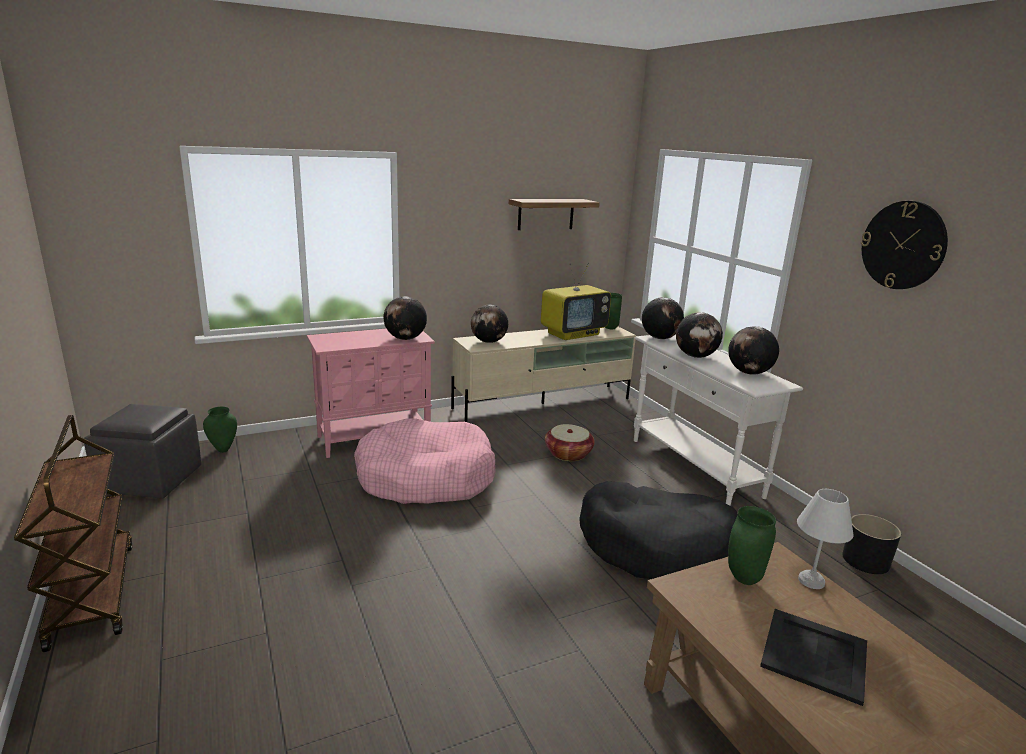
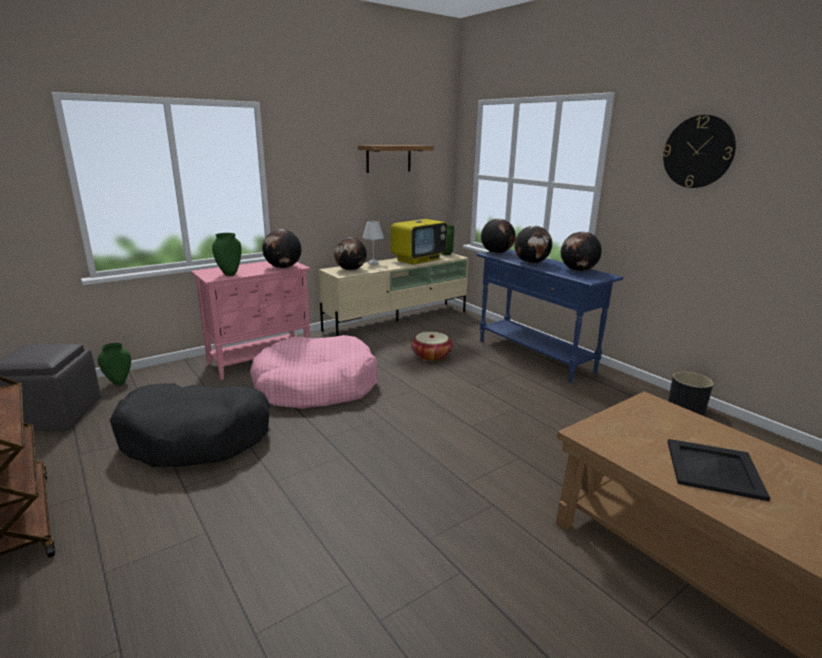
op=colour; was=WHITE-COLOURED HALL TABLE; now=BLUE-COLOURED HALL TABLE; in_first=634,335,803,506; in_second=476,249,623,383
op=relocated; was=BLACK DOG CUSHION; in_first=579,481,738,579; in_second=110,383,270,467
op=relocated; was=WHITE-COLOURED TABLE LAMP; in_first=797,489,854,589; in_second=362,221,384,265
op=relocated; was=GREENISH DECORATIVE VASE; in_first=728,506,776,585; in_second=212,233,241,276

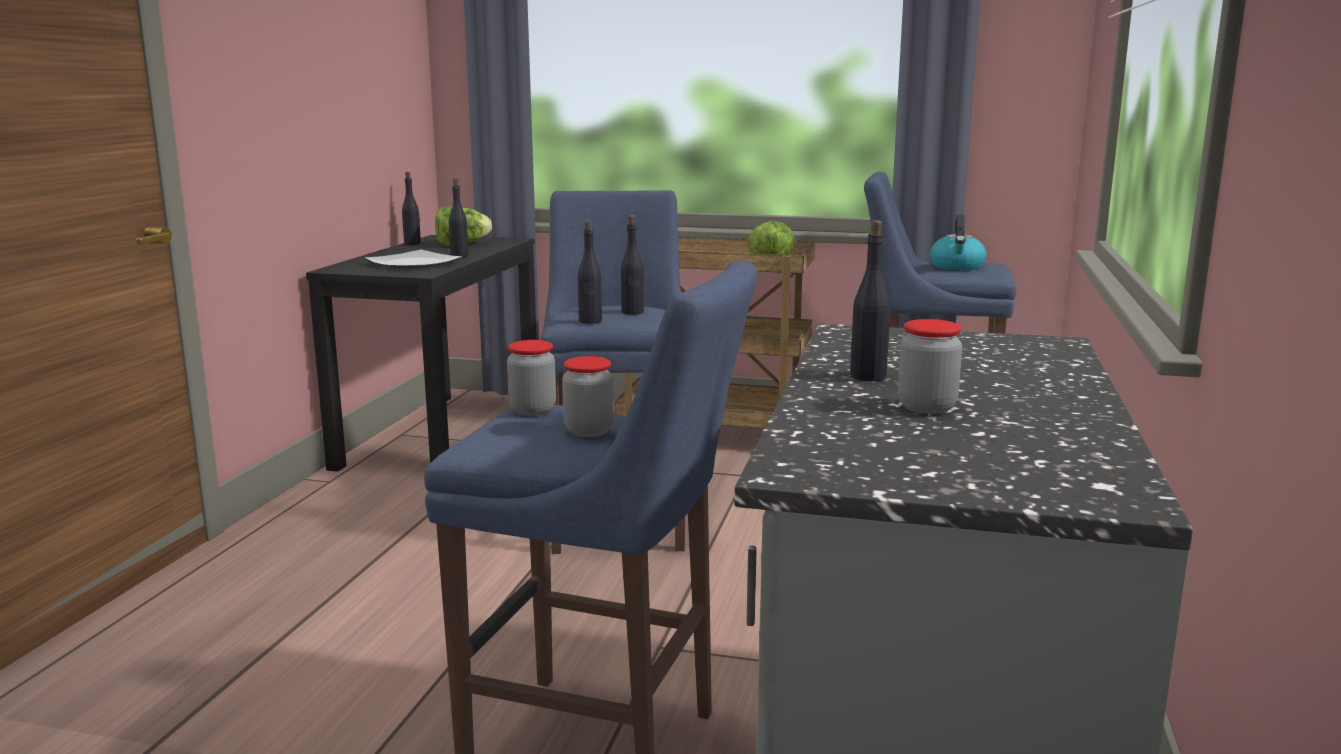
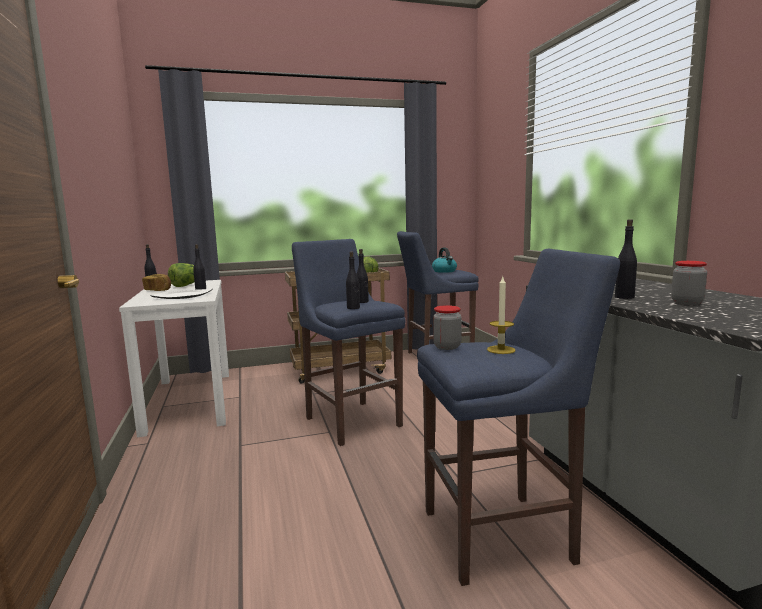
op=colour; was=BLACK HALL TABLE; now=WHITE-COLOURED HALL TABLE; in_first=306,235,537,472; in_second=119,280,229,437
op=exchanged; was=STORAGE JAR; now=CANDLE; in_first=562,356,614,437; in_second=487,277,515,354
op=appeared; now=BAKERY BREAD; in_second=142,274,171,291

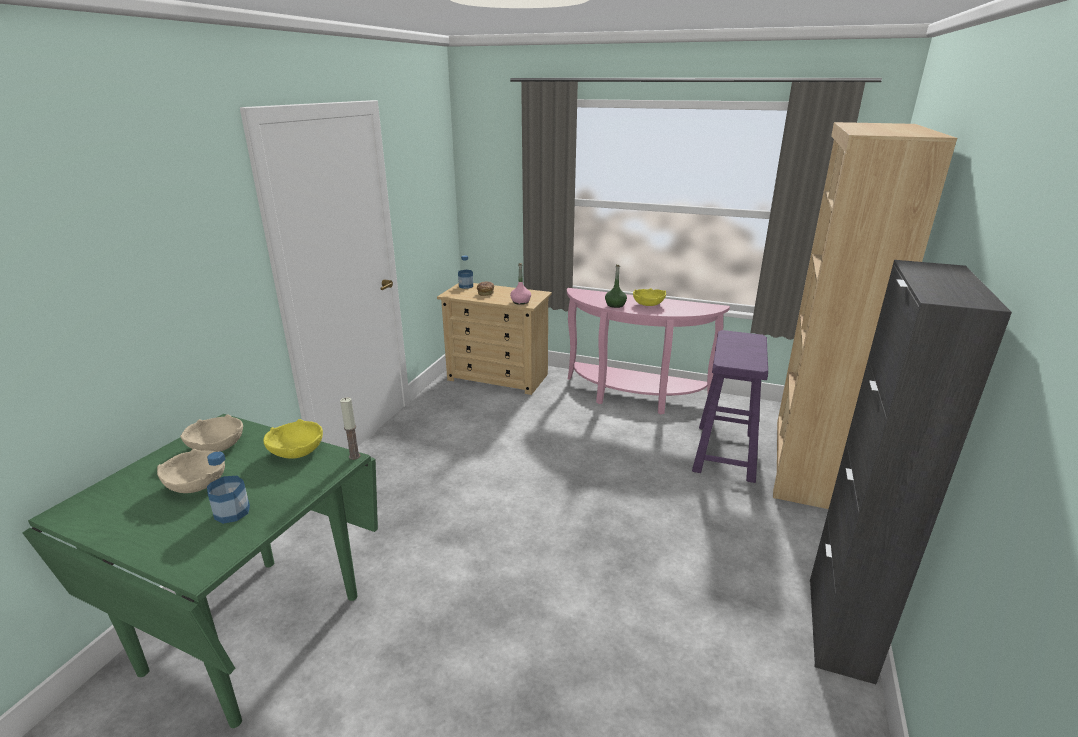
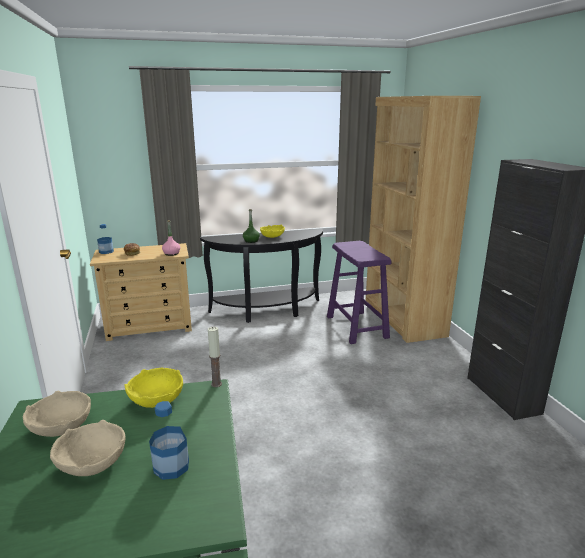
op=colour; was=PINK HALL TABLE; now=BLACK HALL TABLE; in_first=567,288,730,415; in_second=200,229,323,323

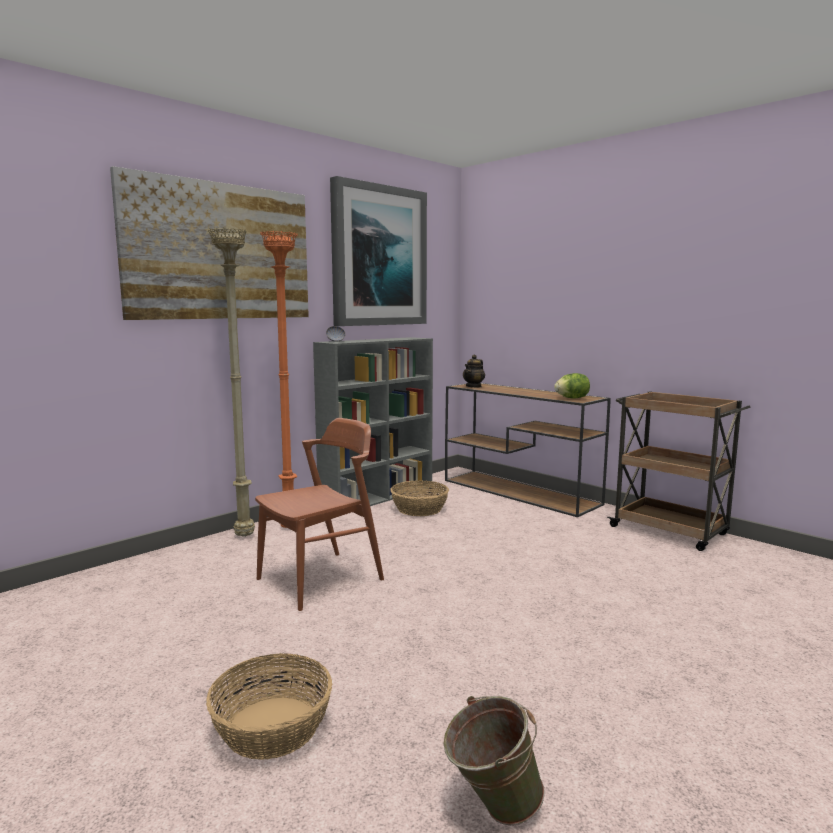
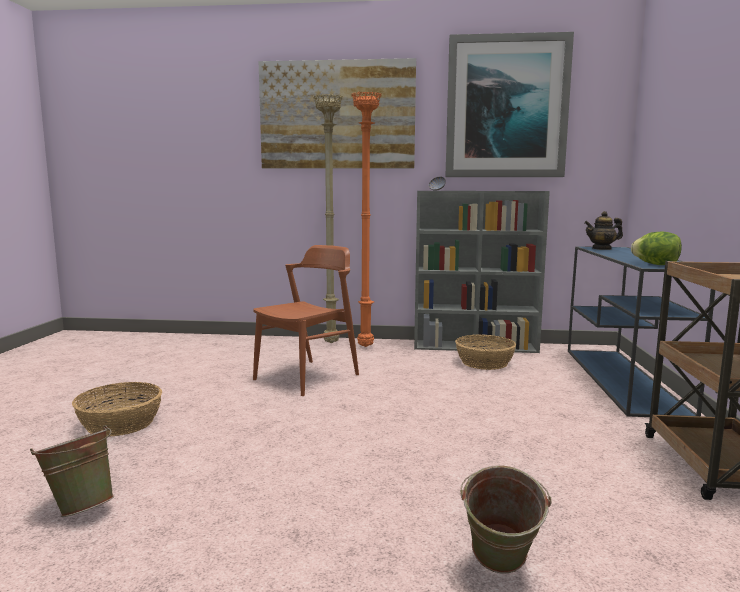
op=colour; was=BROWN HALL TABLE; now=BLUE-COLOURED HALL TABLE; in_first=445,383,611,517; in_second=568,246,715,417
op=spun; was=BROWN UPRIGHT CHAIR; in_first=255,418,384,611; in_second=253,245,359,396; clockwise=-60
op=appeared; now=GREENISH PAIL; in_second=460,465,552,574

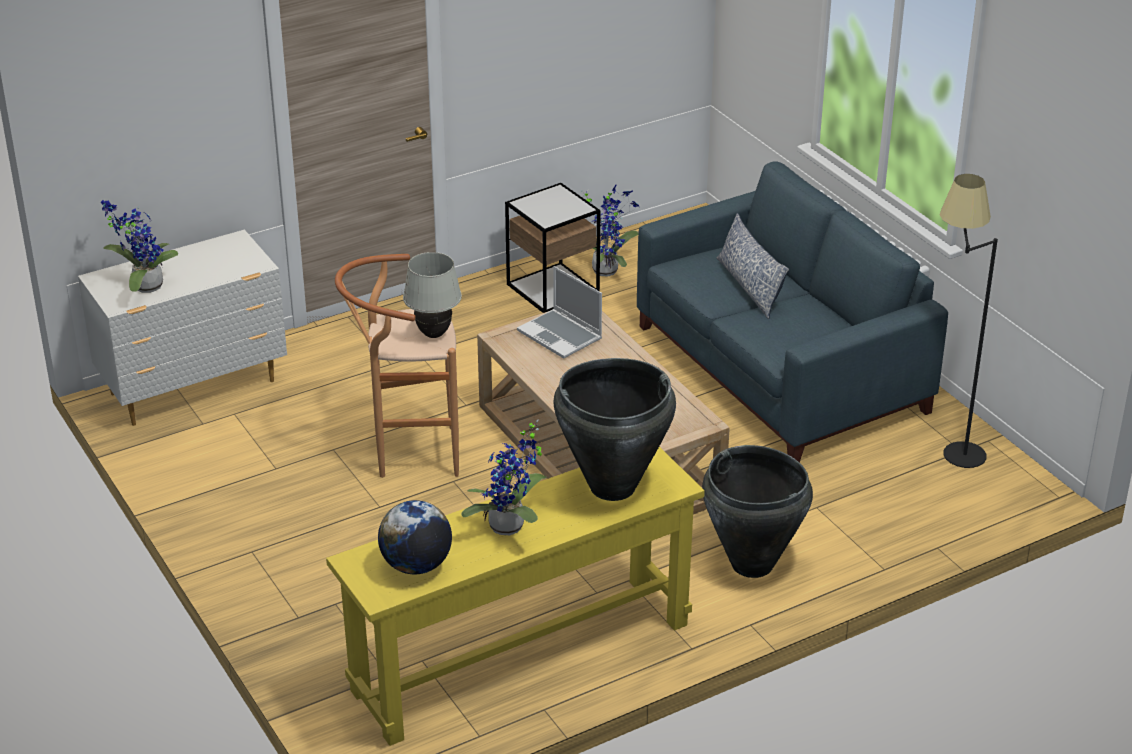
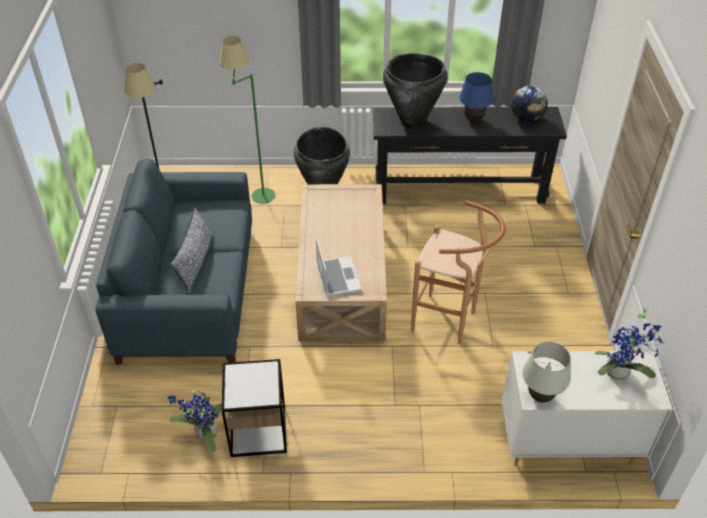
op=relocated; was=WHITE-COLOURED TABLE LAMP; in_first=403,252,462,338; in_second=522,342,571,403
op=exchanged; was=POTTED PLANT; now=BLUE-COLOURED TABLE LAMP; in_first=462,420,547,535; in_second=459,72,494,122
op=colour; was=YELLOWISH HALL TABLE; now=BLACK HALL TABLE; in_first=326,447,705,746; in_second=373,107,567,204
op=appeared; now=GREENISH STANDARD LAMP; in_second=219,36,276,204

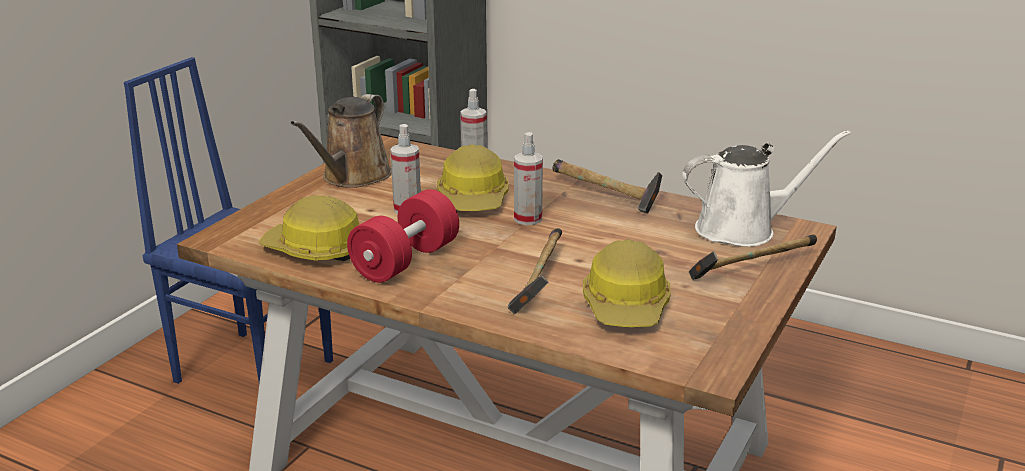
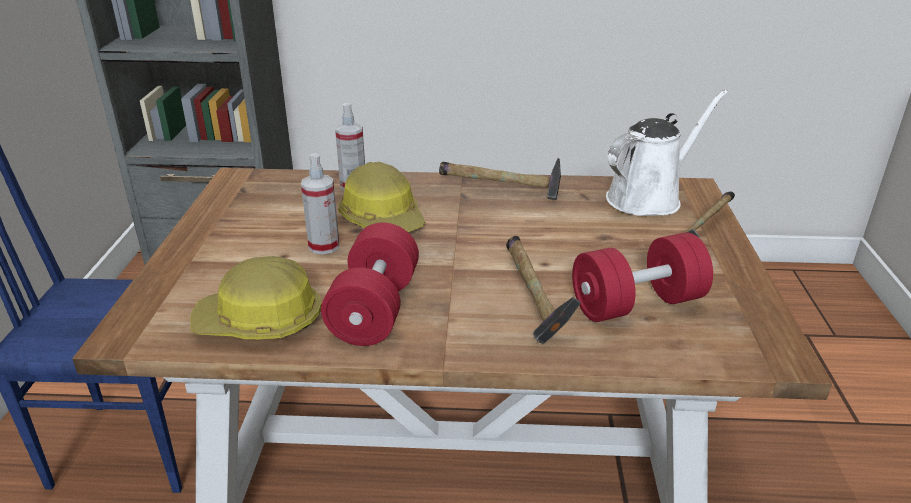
op=missing; was=BROWN WATERING CAN; in_first=291,94,392,188
op=missing; was=SPRAYER; in_first=514,132,543,225
op=exchanged; was=HARD HAT; now=RED HAND WEIGHT; in_first=583,239,671,327; in_second=572,232,713,322

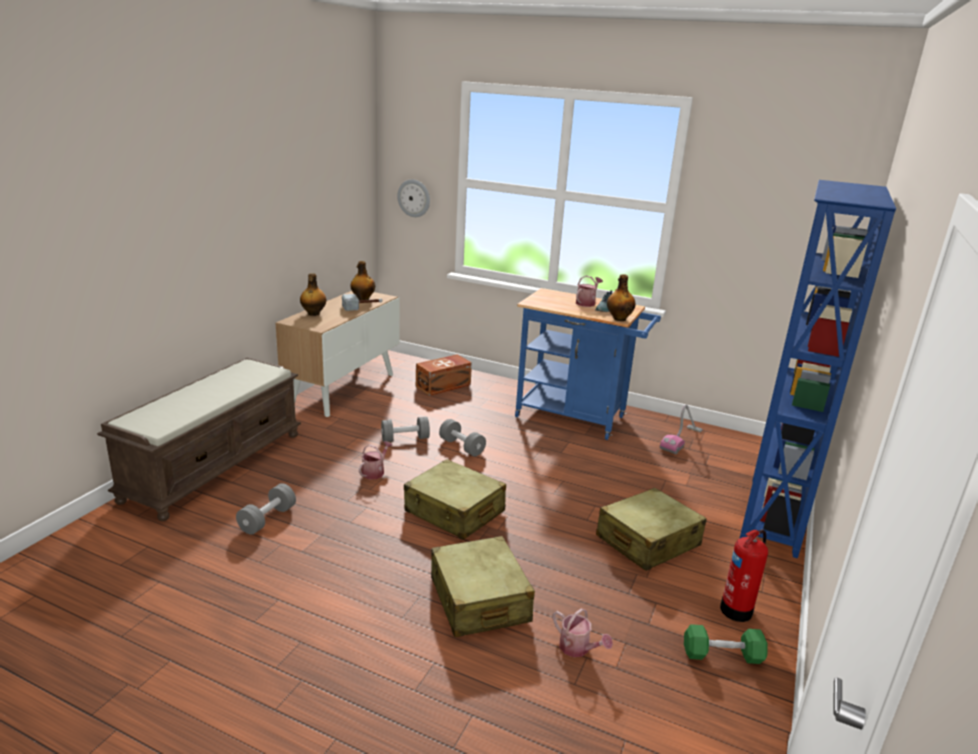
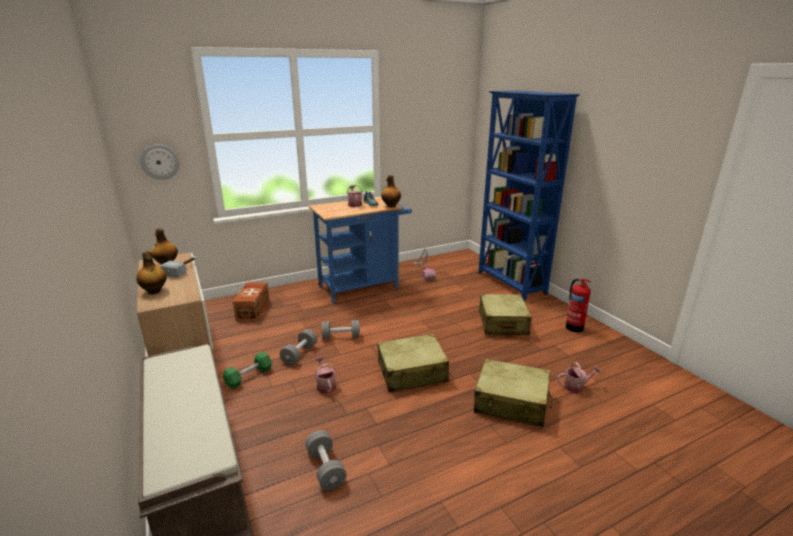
op=relocated; was=GREENISH HAND WEIGHT; in_first=684,624,768,664; in_second=223,351,272,389

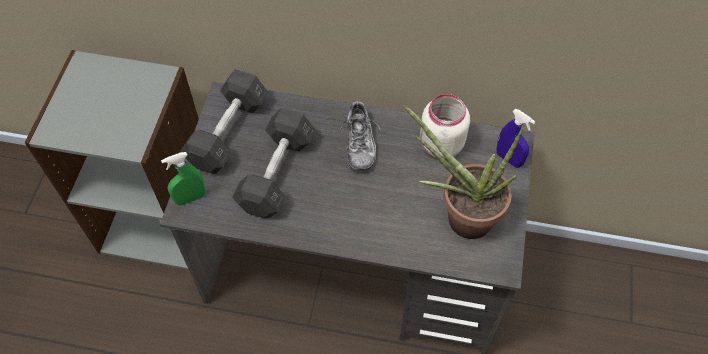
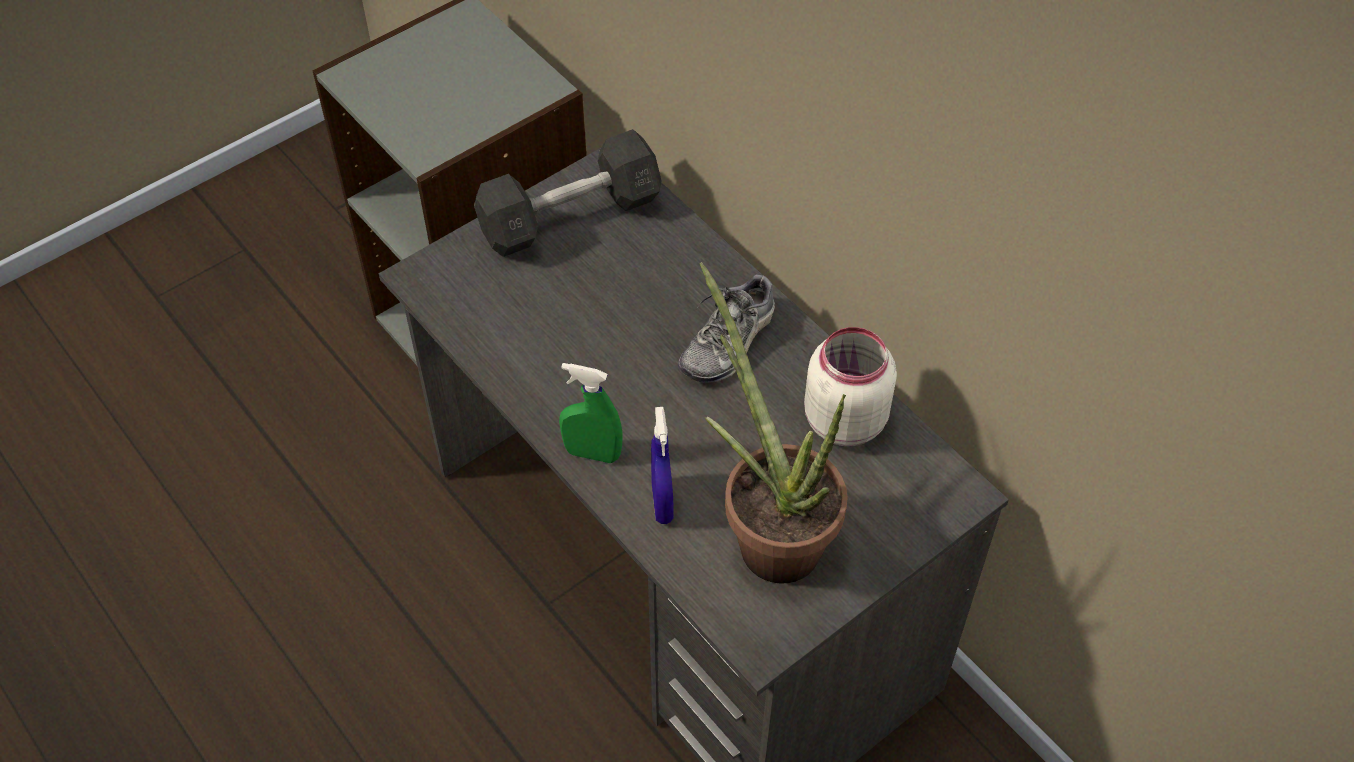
op=missing; was=GREYISH HAND WEIGHT; in_first=232,108,316,218
op=relocated; was=BLUE-COLOURED SPRAYER; in_first=497,109,535,168; in_second=651,407,674,524
op=relocated; was=GREENISH SPRAYER; in_first=161,152,205,206; in_second=559,363,622,463

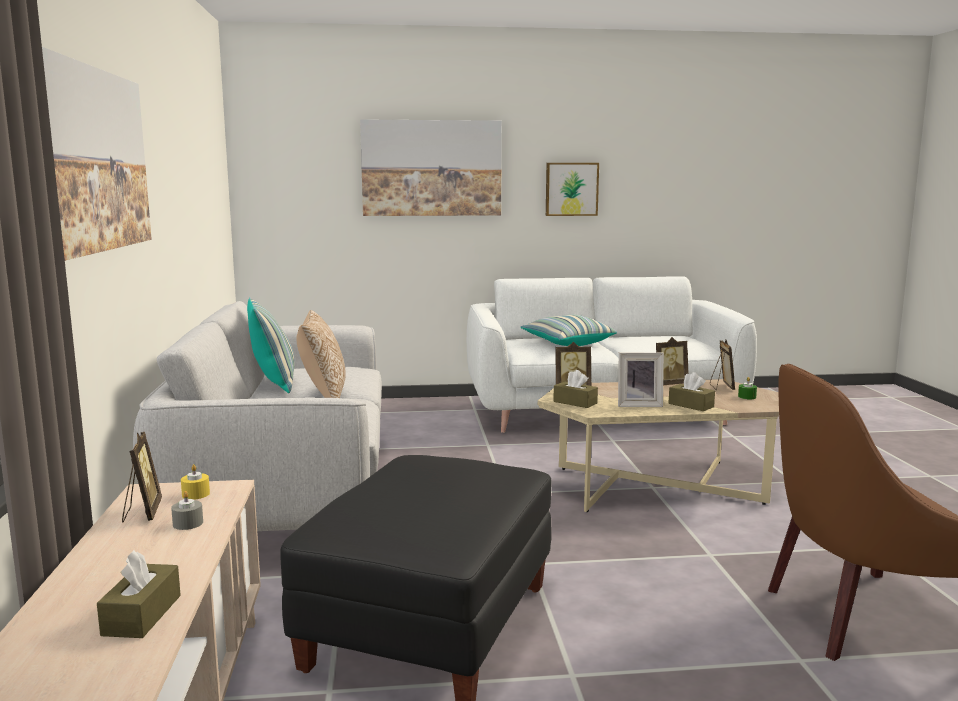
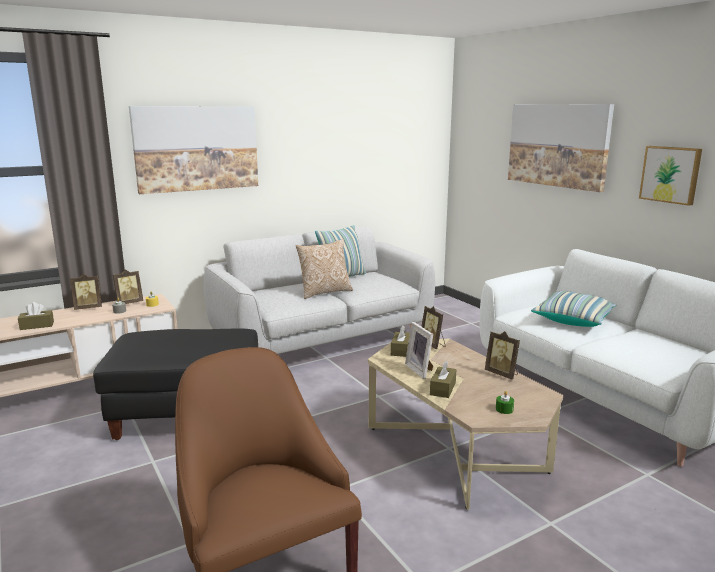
op=relocated; was=PICTURE FRAME; in_first=710,340,735,390; in_second=70,274,102,310

